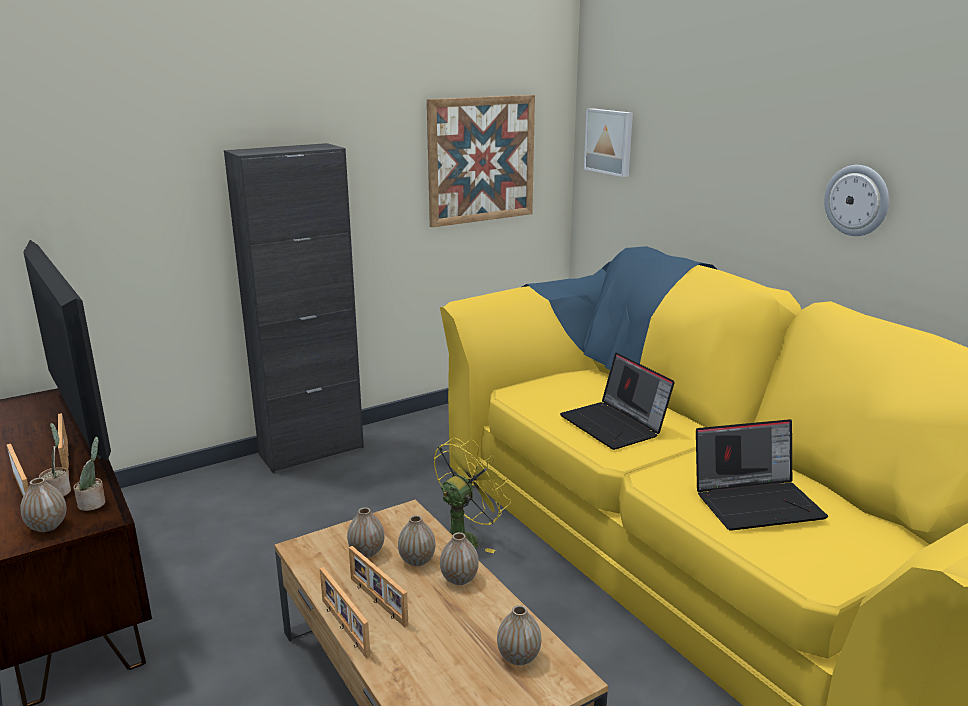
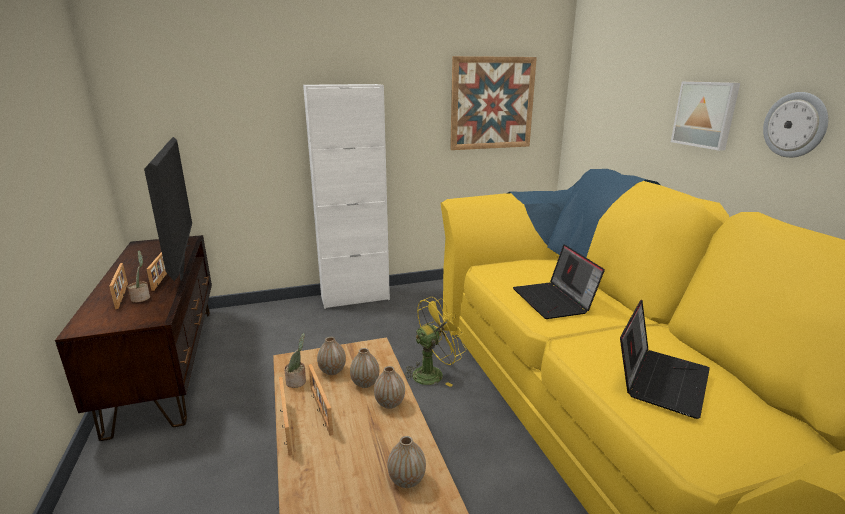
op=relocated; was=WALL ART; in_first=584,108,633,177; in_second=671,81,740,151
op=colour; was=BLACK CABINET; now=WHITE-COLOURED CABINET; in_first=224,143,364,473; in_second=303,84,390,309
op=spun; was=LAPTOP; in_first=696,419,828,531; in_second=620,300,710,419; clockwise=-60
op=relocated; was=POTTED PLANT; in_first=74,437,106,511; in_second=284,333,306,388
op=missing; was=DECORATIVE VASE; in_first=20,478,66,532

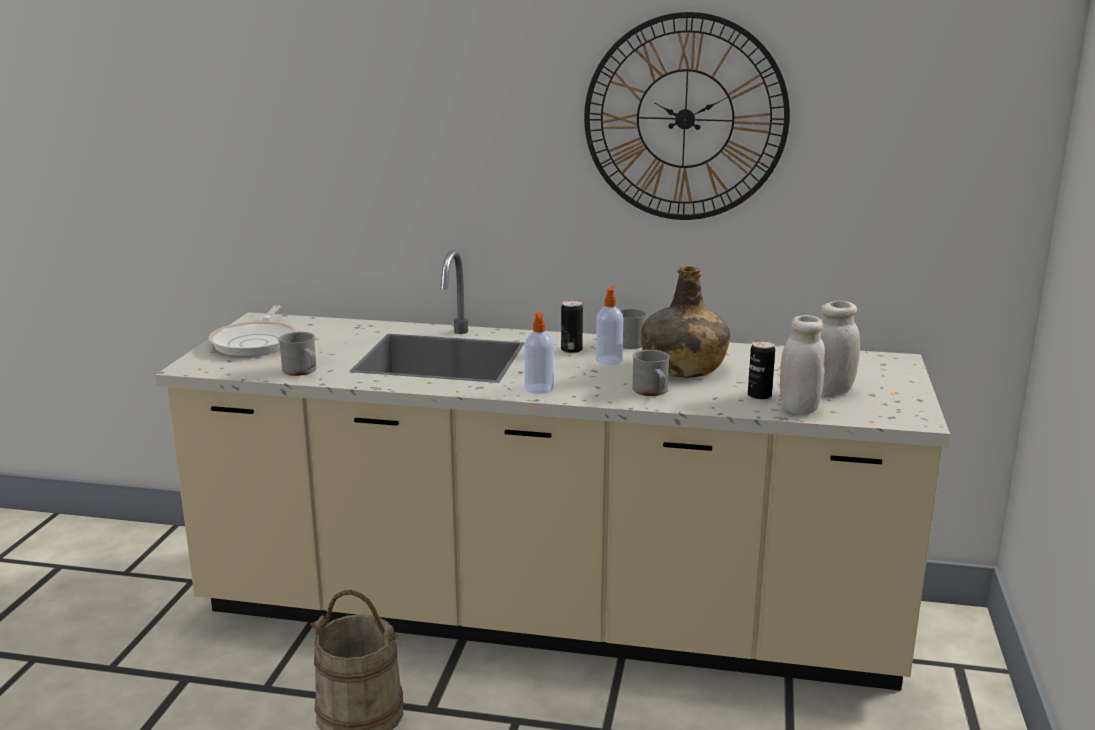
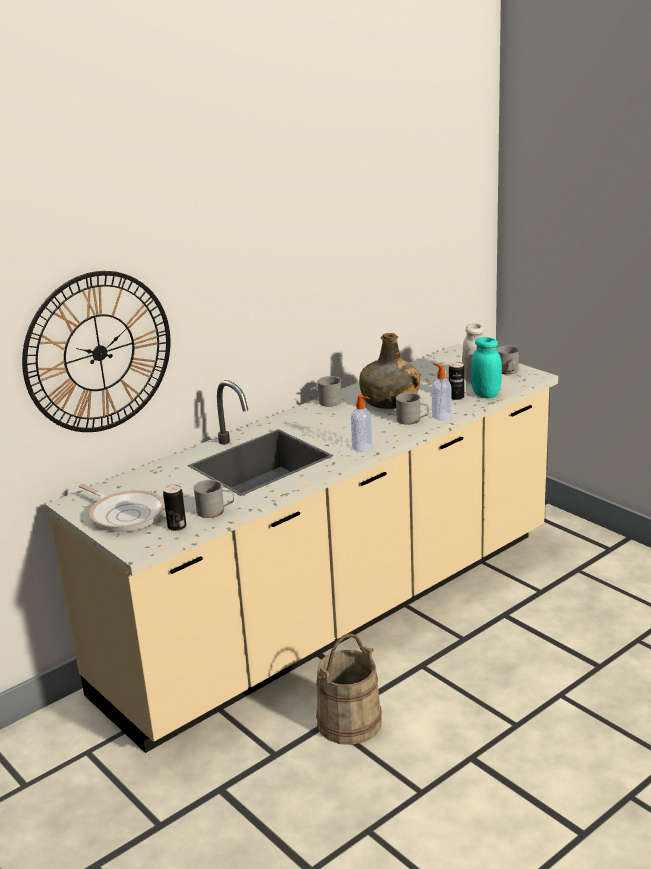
op=relocated; was=WALL CLOCK; in_first=584,12,790,220; in_second=22,271,170,432
op=relocated; was=SOAP DISPENSER; in_first=596,285,623,365; in_second=432,363,452,420
op=relocated; was=CAN; in_first=561,300,583,353; in_second=163,484,186,531
op=colour; was=WHITE-COLOURED STORAGE JAR; now=TURQUOISE-COLOURED STORAGE JAR; in_first=780,315,825,415; in_second=471,337,502,398
op=appeared; now=GREYISH COFFEE MUG; in_second=497,346,519,375

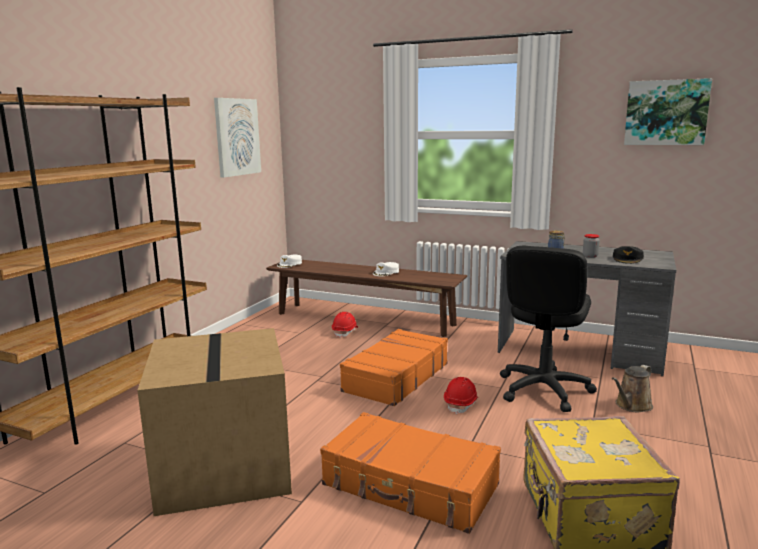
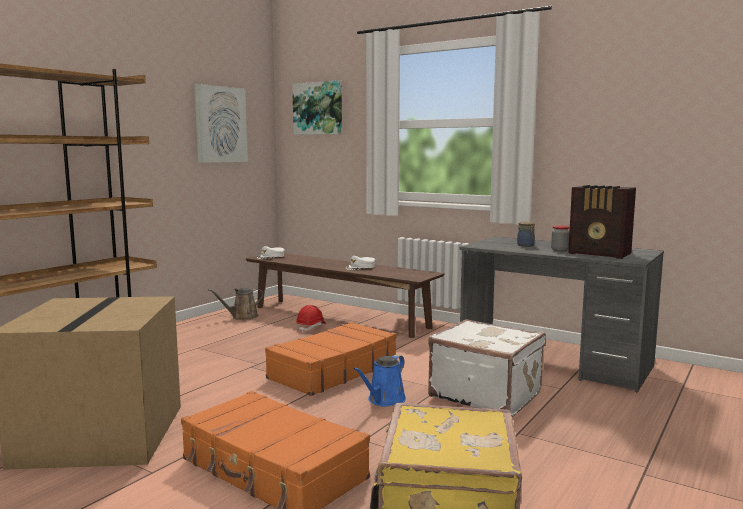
op=relocated; was=WALL ART; in_first=624,78,712,145; in_second=292,80,342,135
op=exchanged; was=BLACK COMPUTER CHAIR; now=WHITE-COLOURED SUITCASE; in_first=500,246,597,412; in_second=428,319,546,417
op=exchanged; was=BLACK CAP; now=RADIO RECEIVER; in_first=613,246,644,264; in_second=568,185,636,259
op=relocated; was=BROWN WATERING CAN; in_first=612,365,653,413; in_second=208,288,263,320
op=exchanged; was=RED HARD HAT; now=BLUE-COLOURED WATERING CAN; in_first=444,377,478,415; in_second=353,355,406,407

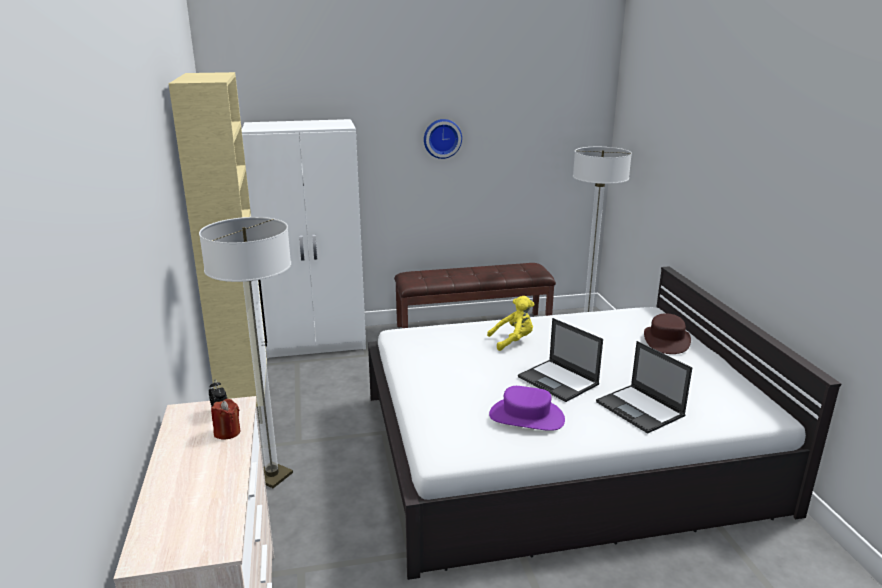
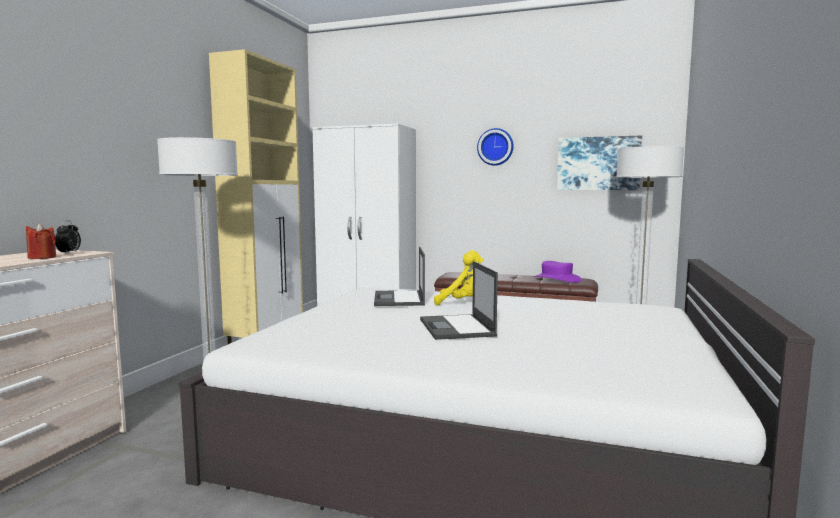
op=missing; was=BROWN HAT; in_first=644,313,691,354
op=relocated; was=LAPTOP; in_first=596,341,692,434; in_second=374,247,425,306
op=relocated; was=PURPLE-COLOURED HAT; in_first=489,386,565,431; in_second=533,261,582,283
op=appeared; now=WALL ART; in_second=557,136,642,190

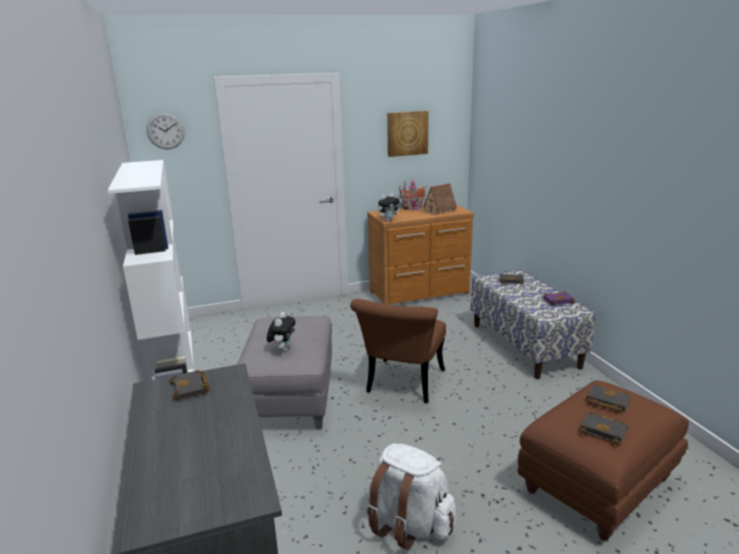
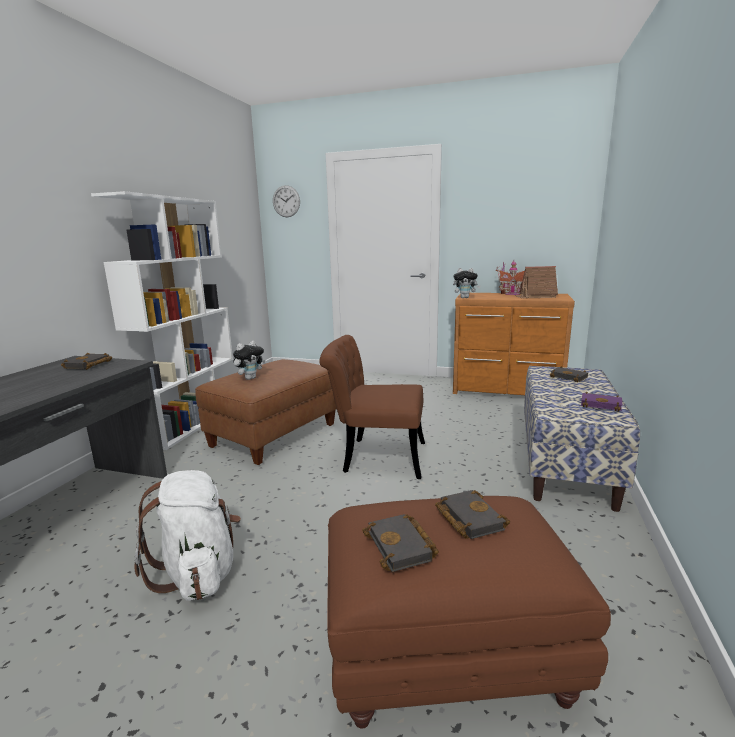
op=missing; was=WALL ART; in_first=387,111,429,157
op=spun; was=BROWN UPRIGHT CHAIR; in_first=350,299,446,403; in_second=319,335,425,479; clockwise=45
op=colour; was=GREYISH POUFFE; now=BROWN POUFFE; in_first=237,316,332,430; in_second=195,359,337,465

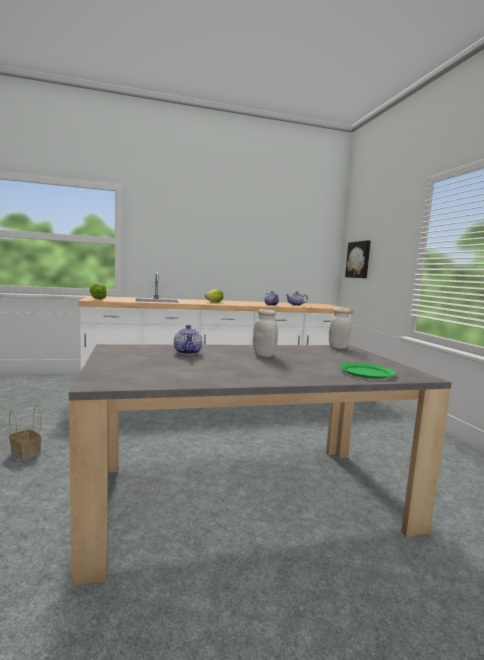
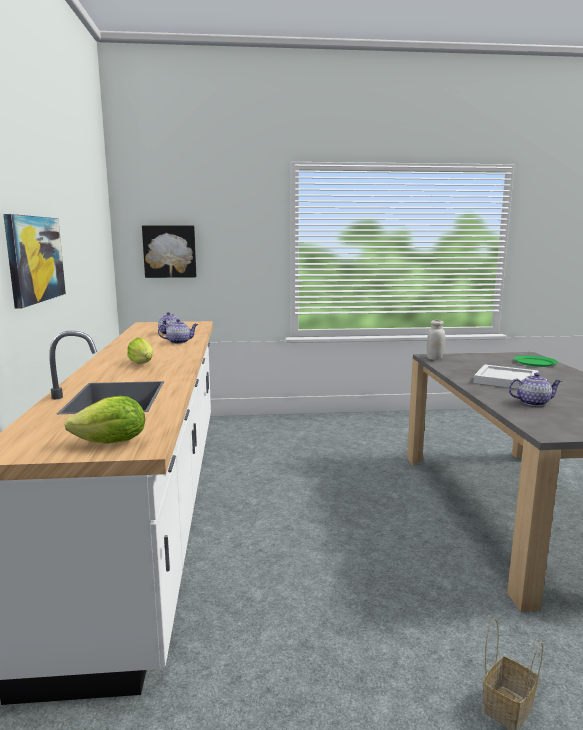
op=exchanged; was=WHITE-COLOURED STORAGE JAR; now=WHITE-COLOURED CARRYING TRAY; in_first=253,309,278,357; in_second=473,365,539,388
op=appeared; now=WALL ART; in_second=3,214,66,309

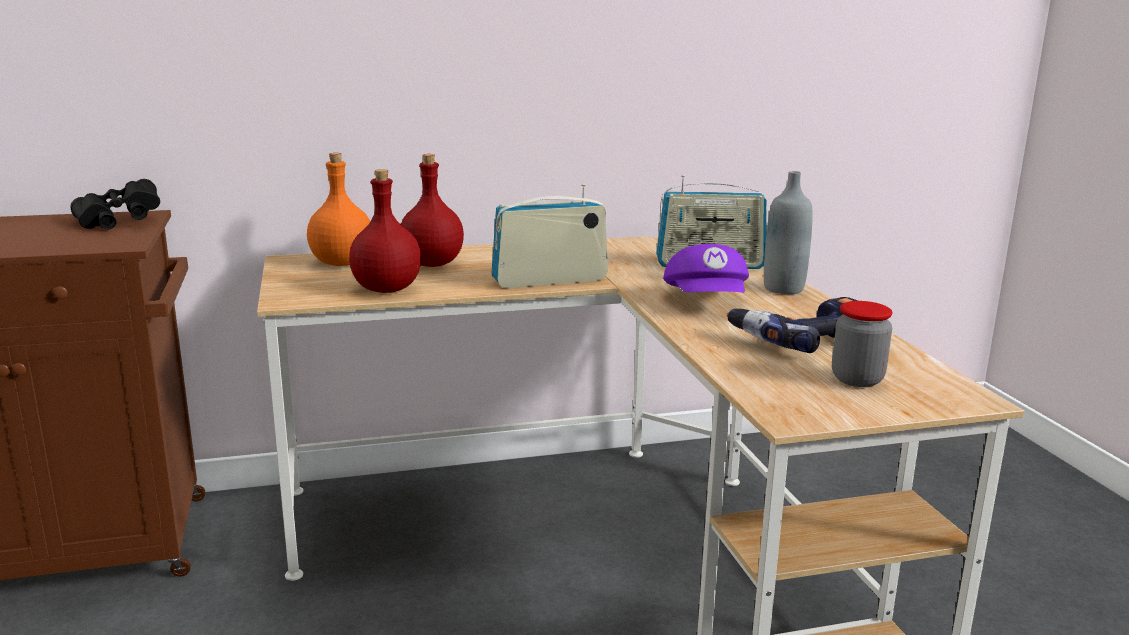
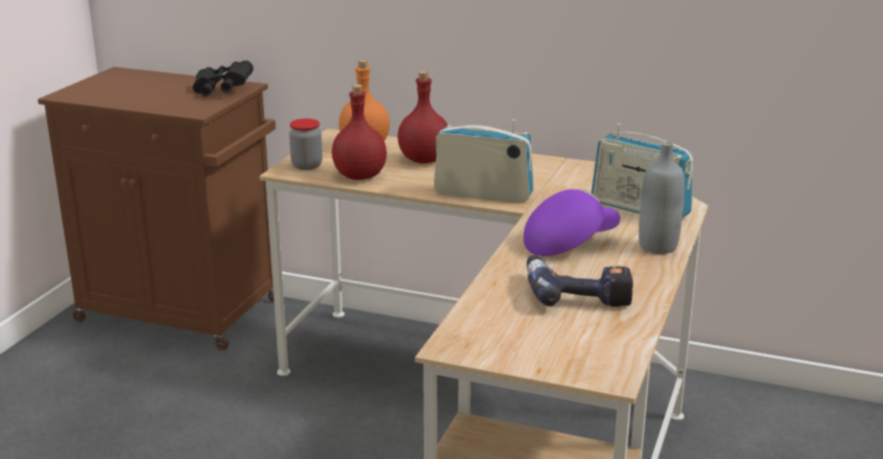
op=spun; was=PURPLE-COLOURED CAP; in_first=663,244,749,293; in_second=523,189,620,256; clockwise=-150
op=relocated; was=STORAGE JAR; in_first=832,301,893,387; in_second=289,119,322,170

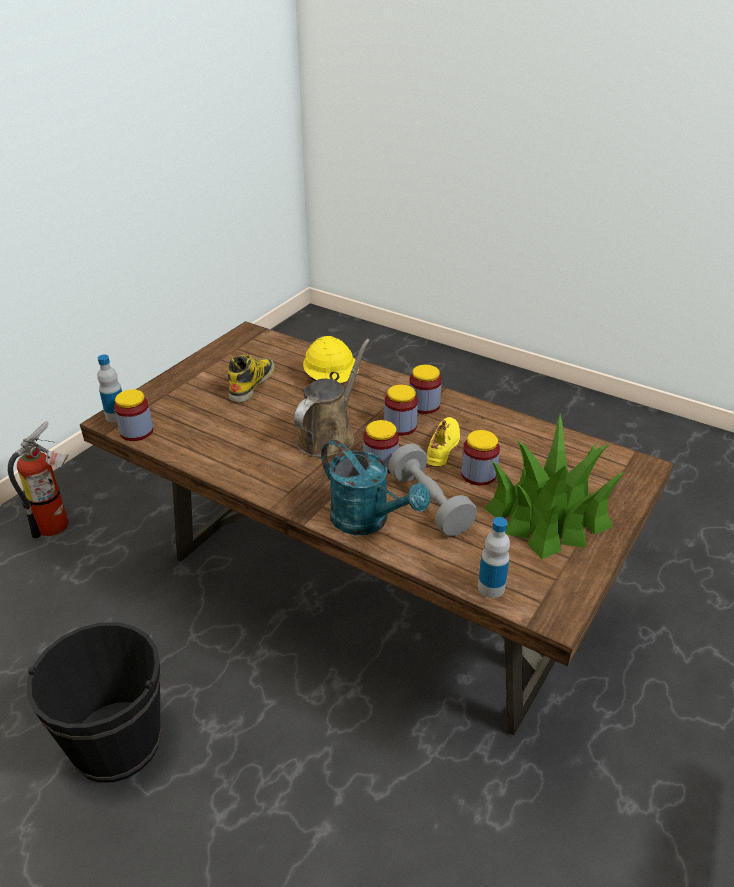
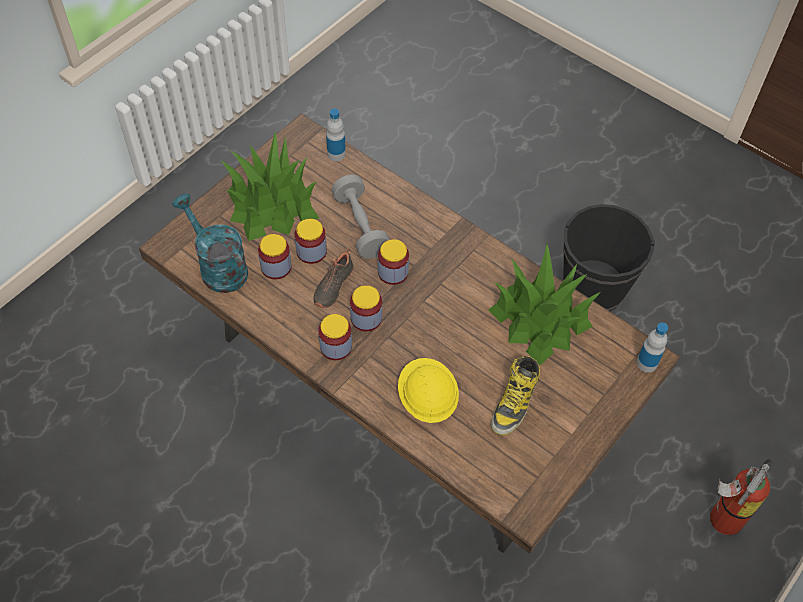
op=missing; was=BROWN WATERING CAN; in_first=294,339,370,457
op=relocated; was=STORAGE JAR; in_first=114,389,153,441; in_second=258,234,291,279
op=colour; was=YELLOWISH SHOE; now=BLACK SHOE; in_first=427,417,460,467; in_second=314,248,354,308
op=relocated; was=TURQUOISE-COLOURED WATERING CAN; in_first=321,440,430,535; in_second=172,193,248,293
op=appeared; now=POTTED PLANT; in_second=489,244,601,365

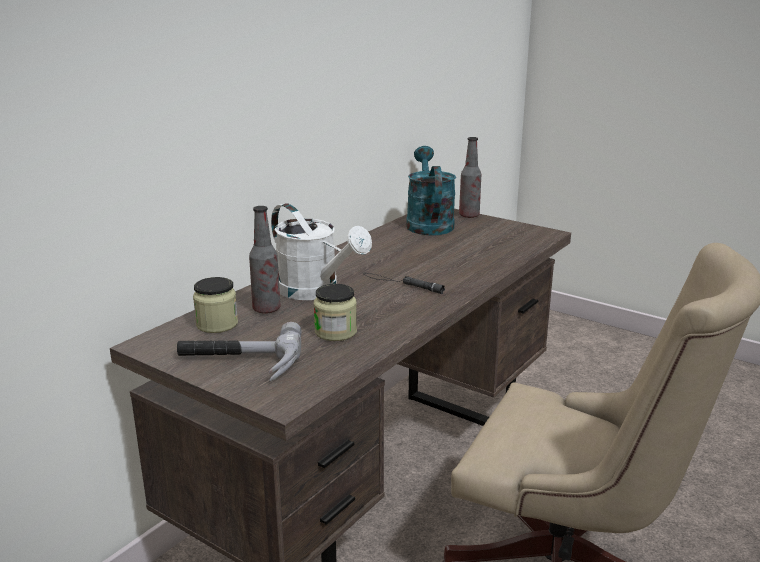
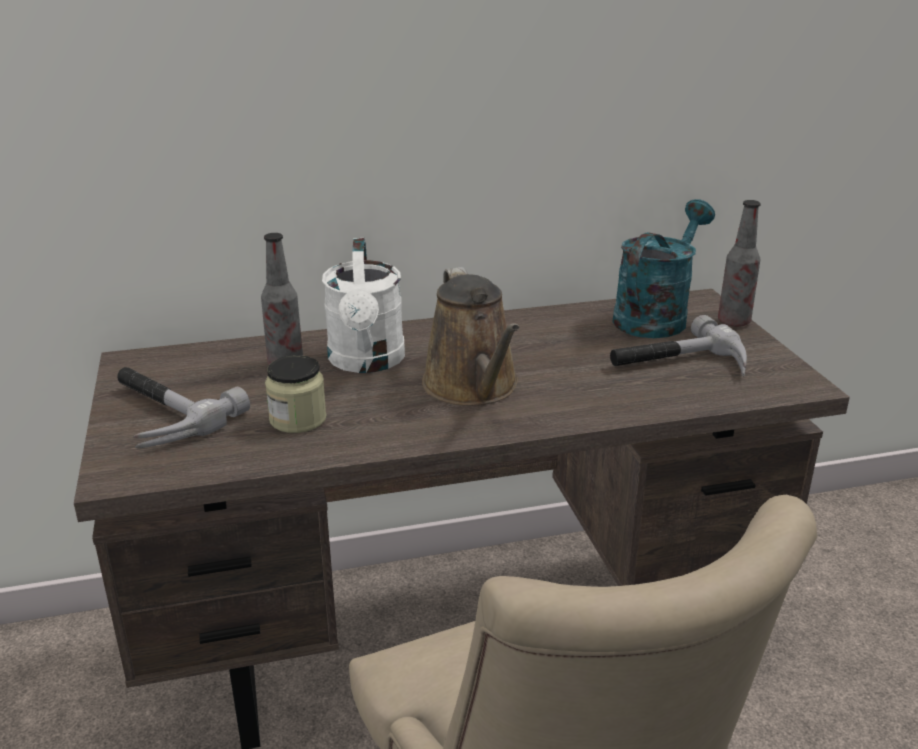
op=exchanged; was=BLACK HAND TORCH; now=BROWN WATERING CAN; in_first=363,273,445,294; in_second=422,267,520,406
op=missing; was=STORAGE JAR; in_first=193,277,238,333
op=appeared; now=HAND HAMMER; in_second=610,315,747,377

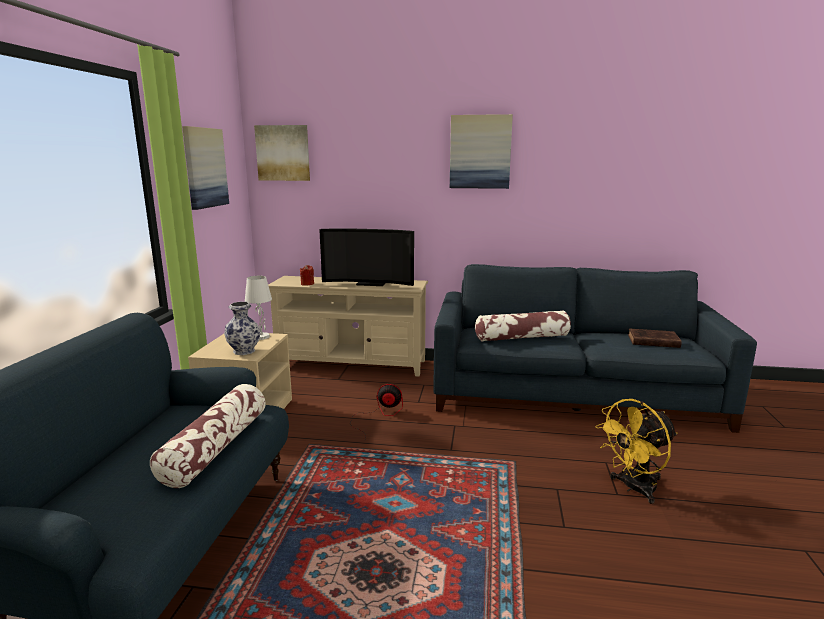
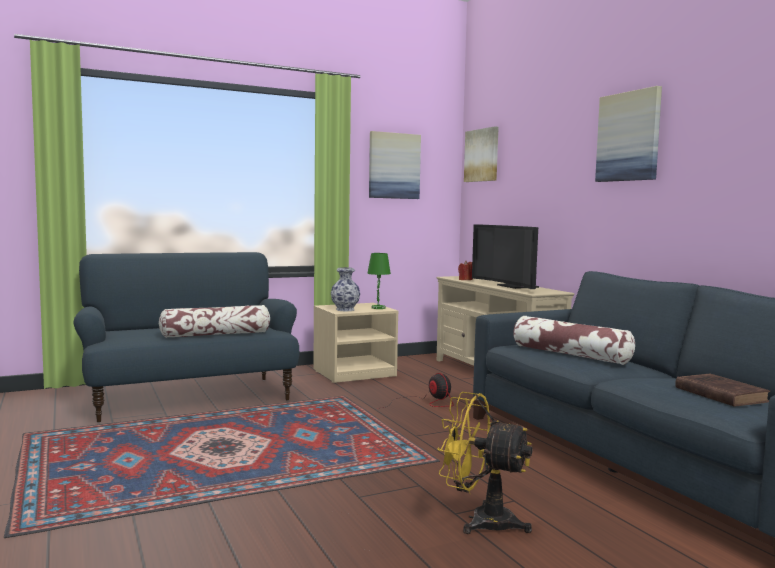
op=colour; was=WHITE-COLOURED TABLE LAMP; now=GREENISH TABLE LAMP; in_first=245,276,272,340; in_second=367,253,391,309

